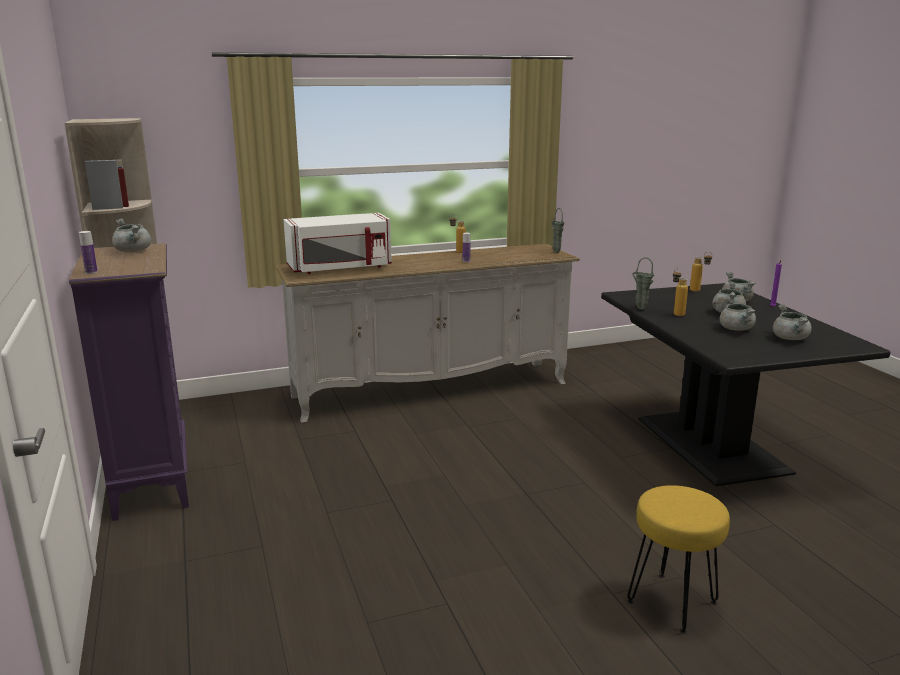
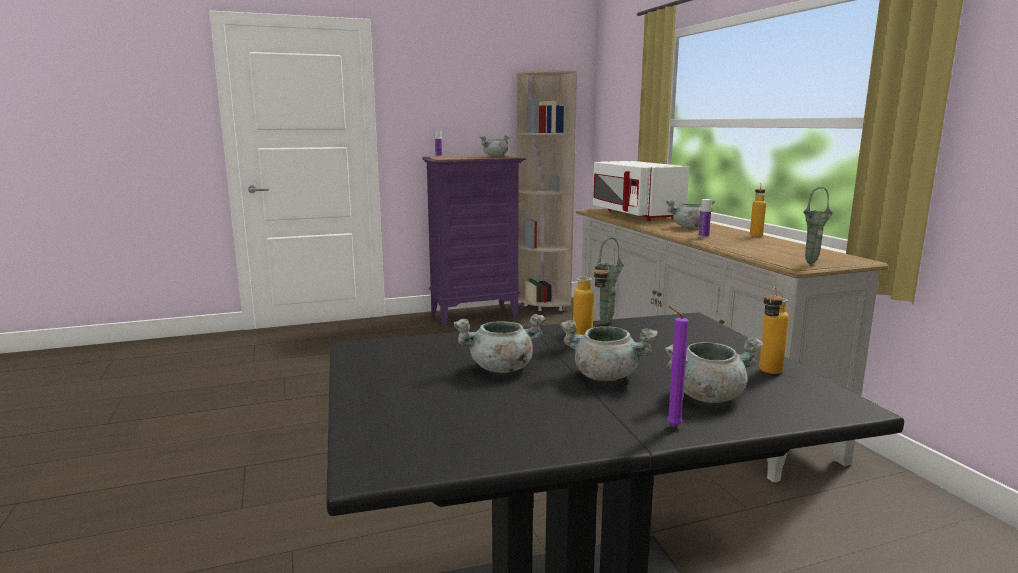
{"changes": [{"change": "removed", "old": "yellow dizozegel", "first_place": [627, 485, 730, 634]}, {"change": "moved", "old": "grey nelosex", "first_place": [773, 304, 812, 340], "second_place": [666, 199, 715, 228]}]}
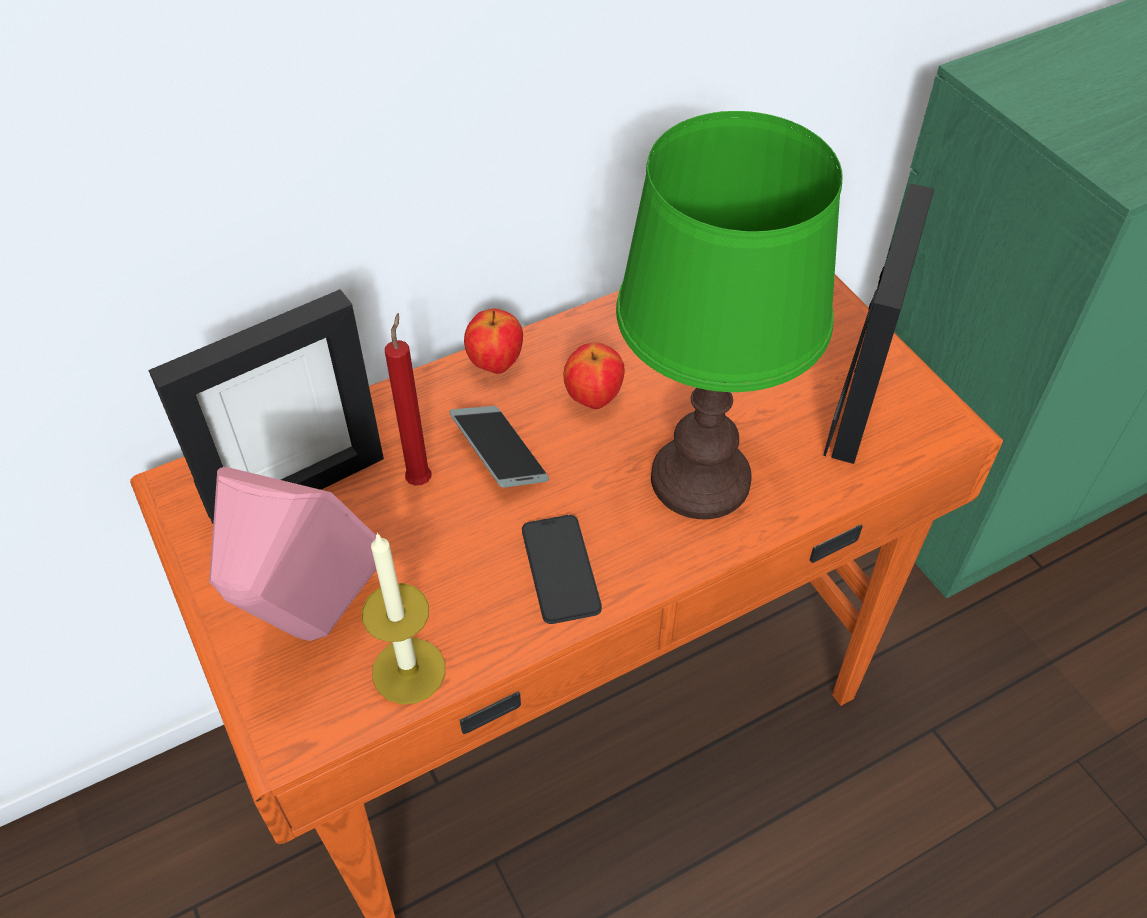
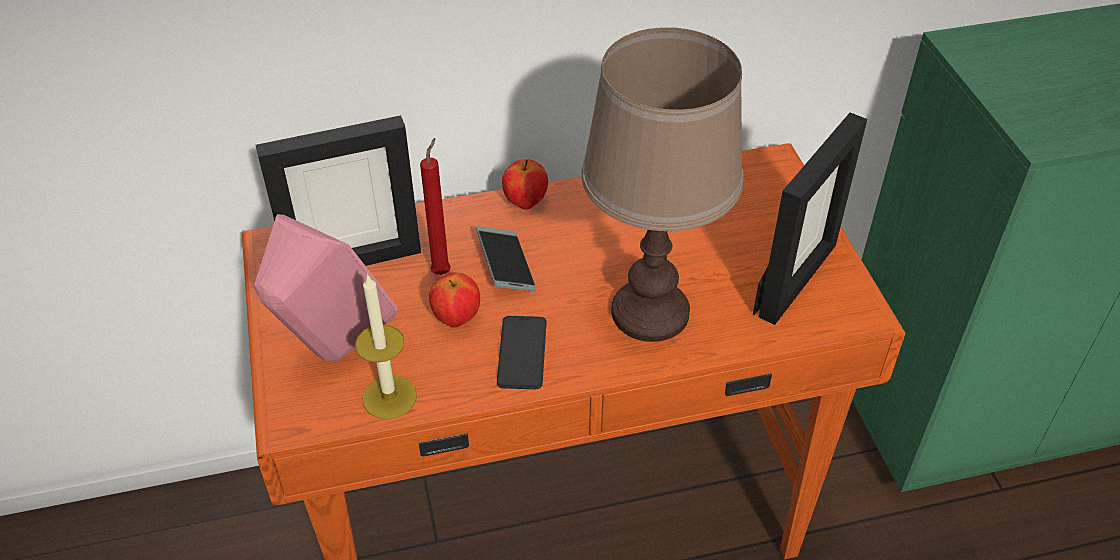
{"changes": [{"change": "moved", "old": "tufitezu", "first_place": [563, 343, 625, 409], "second_place": [429, 273, 480, 327]}, {"change": "recoloured", "old": "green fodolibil", "new": "brown fodolibil", "first_place": [616, 111, 843, 519], "second_place": [581, 27, 744, 342]}]}
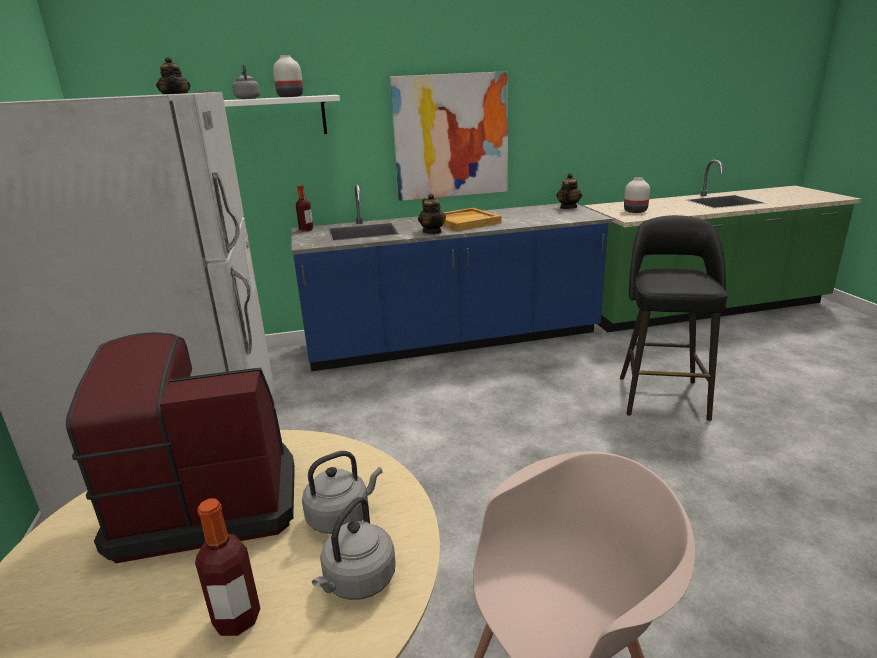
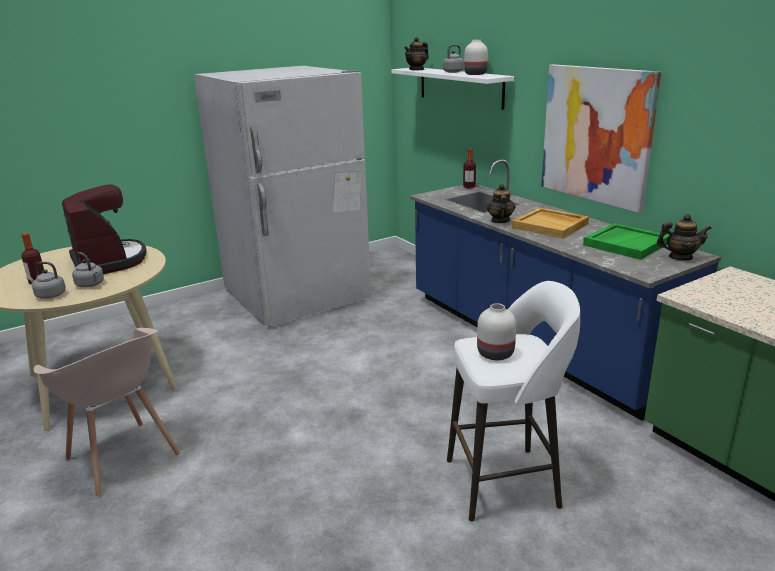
{"changes": [{"change": "added", "new": "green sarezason", "second_place": [583, 223, 669, 260]}, {"change": "moved", "old": "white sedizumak", "first_place": [624, 177, 650, 213], "second_place": [477, 303, 516, 360]}, {"change": "recoloured", "old": "black dizozegel", "new": "white dizozegel", "first_place": [620, 215, 727, 421], "second_place": [447, 281, 580, 521]}, {"change": "turned", "old": "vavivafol", "first_place": [418, 193, 446, 234], "second_place": [487, 184, 516, 223], "degrees": 135}]}
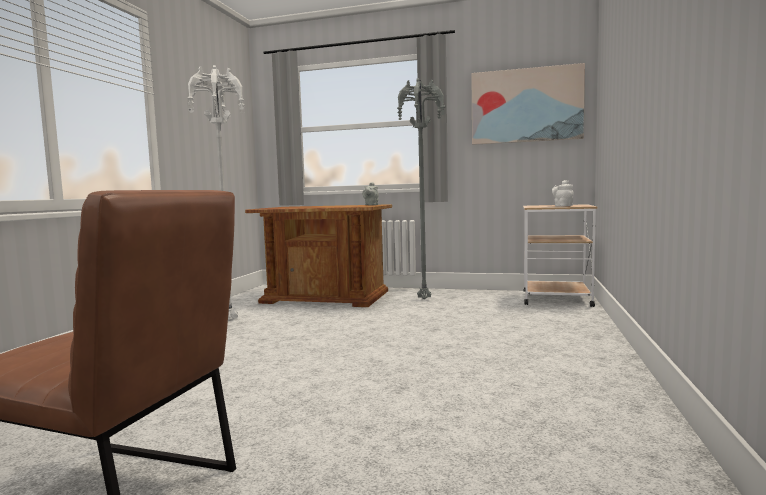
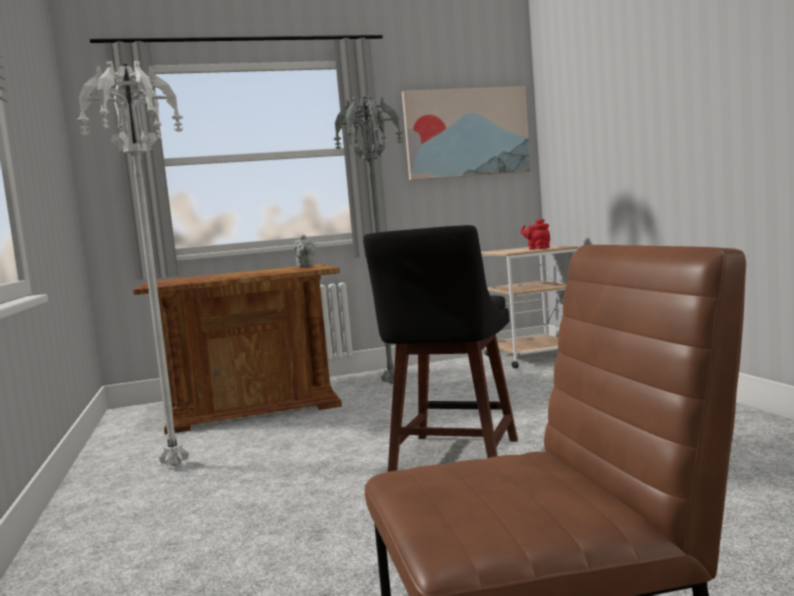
{"changes": [{"change": "added", "new": "black dizozegel", "second_place": [363, 225, 518, 472]}, {"change": "recoloured", "old": "white vavivafol", "new": "red vavivafol", "first_place": [552, 180, 574, 207], "second_place": [521, 219, 550, 250]}]}
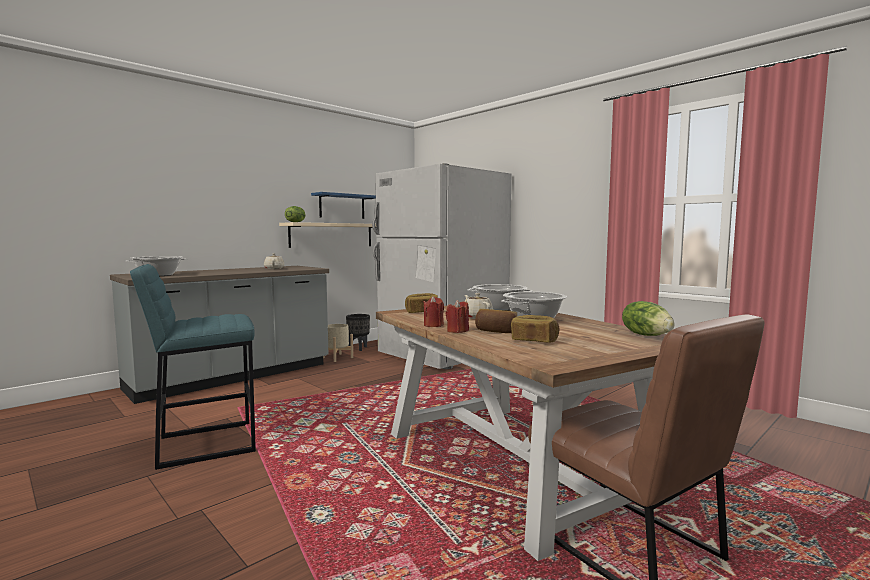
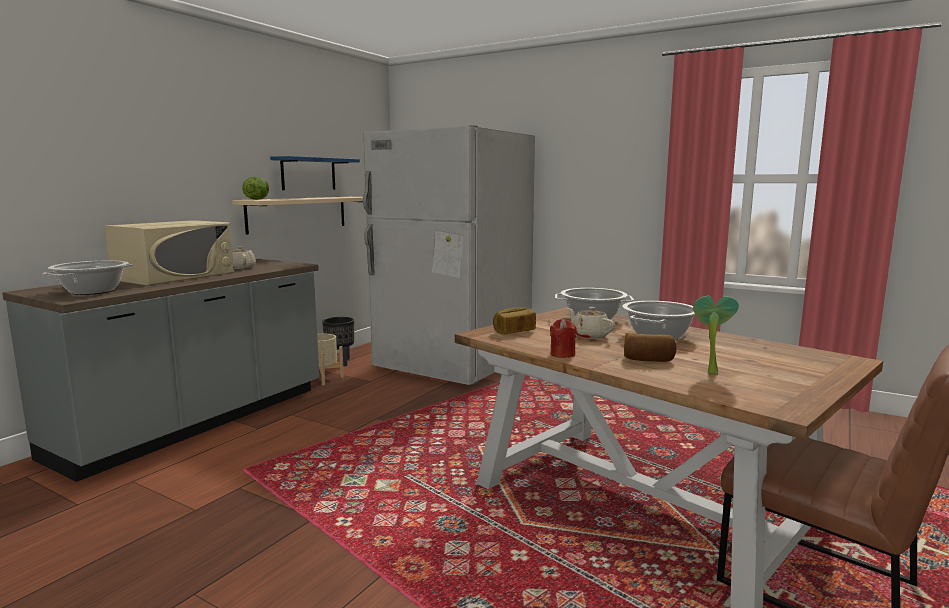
{"changes": [{"change": "removed", "old": "turquoise dizozegel", "first_place": [130, 264, 256, 470]}, {"change": "removed", "old": "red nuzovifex", "first_place": [446, 300, 469, 333]}, {"change": "removed", "old": "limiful", "first_place": [622, 301, 675, 336]}, {"change": "added", "new": "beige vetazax", "second_place": [105, 220, 234, 285]}, {"change": "replaced", "old": "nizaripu", "new": "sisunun", "first_place": [511, 315, 559, 343], "second_place": [693, 296, 739, 375]}]}
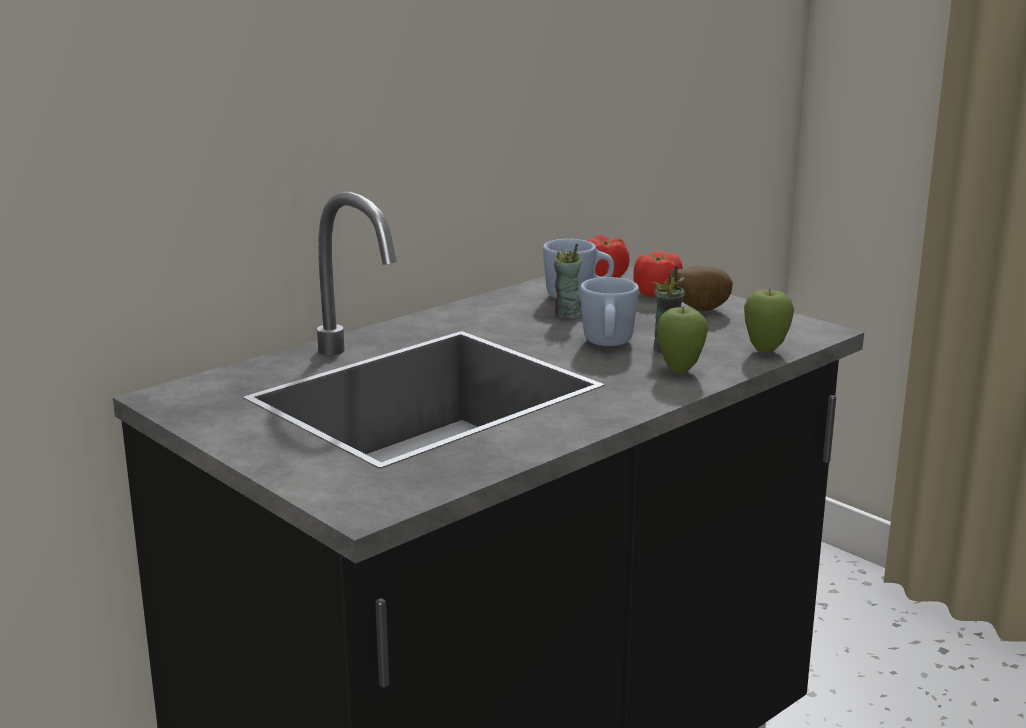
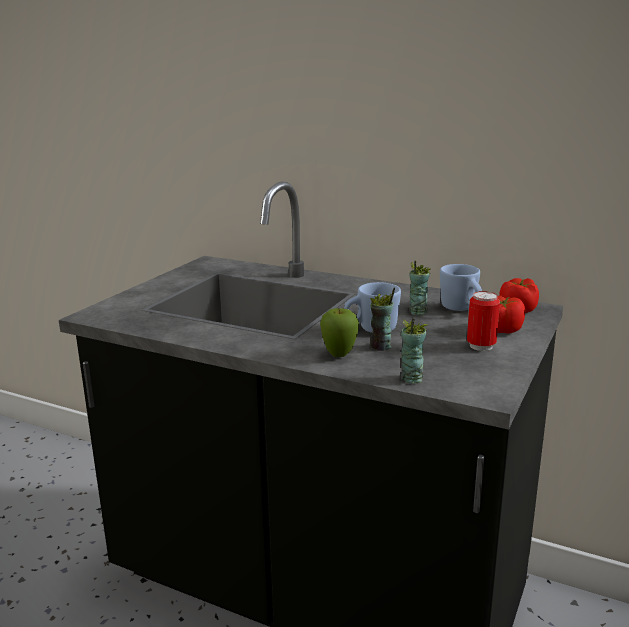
{"changes": [{"change": "replaced", "old": "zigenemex", "new": "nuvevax", "first_place": [669, 266, 733, 311], "second_place": [467, 291, 500, 351]}, {"change": "replaced", "old": "tufitezu", "new": "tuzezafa", "first_place": [744, 289, 794, 352], "second_place": [401, 318, 429, 384]}]}
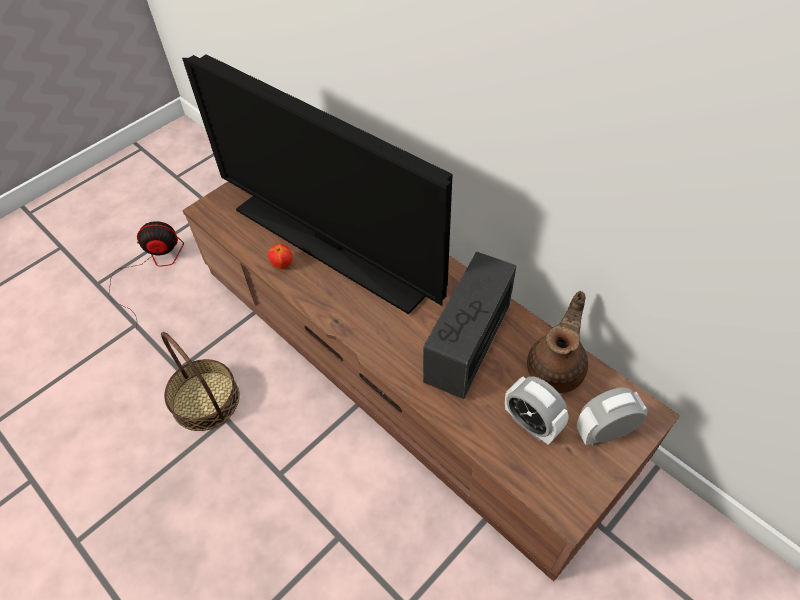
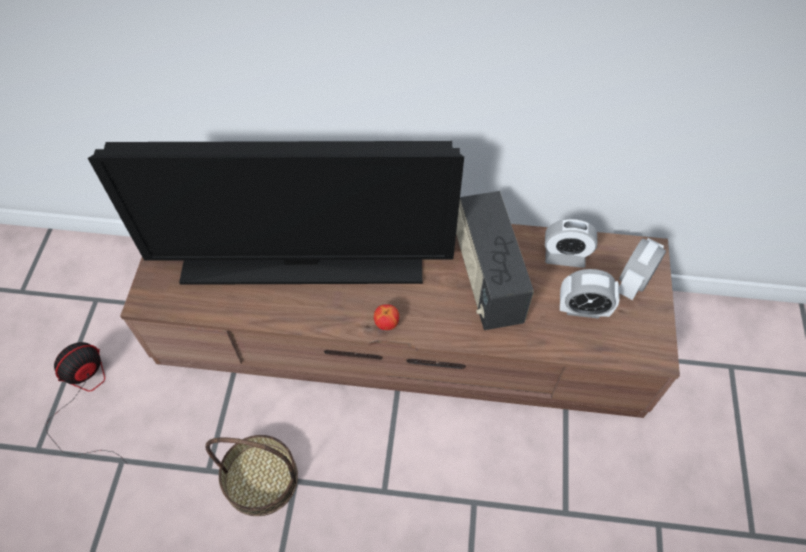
{"changes": [{"change": "moved", "old": "tufitezu", "first_place": [268, 244, 292, 269], "second_place": [374, 304, 399, 330]}, {"change": "replaced", "old": "brown vavivafol", "new": "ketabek", "first_place": [527, 291, 588, 393], "second_place": [545, 219, 597, 268]}]}
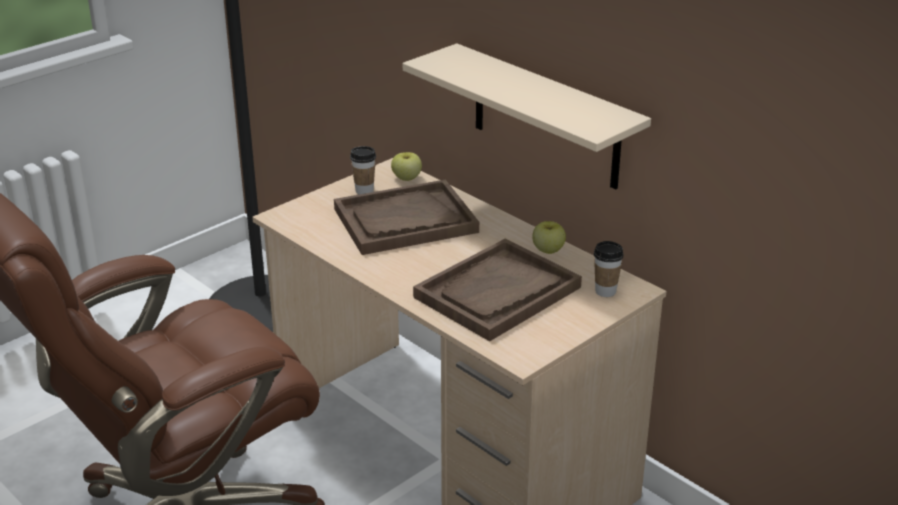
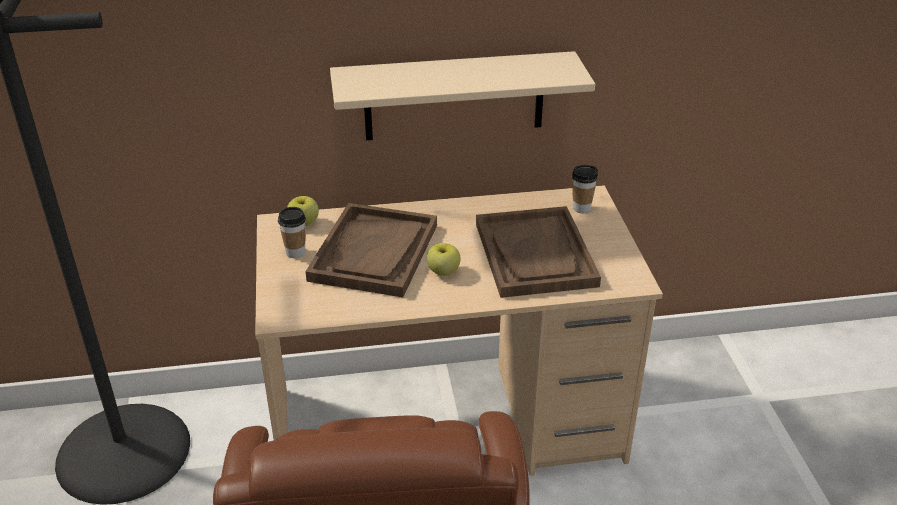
{"changes": [{"change": "moved", "old": "tufitezu", "first_place": [532, 221, 566, 254], "second_place": [427, 243, 460, 276]}]}
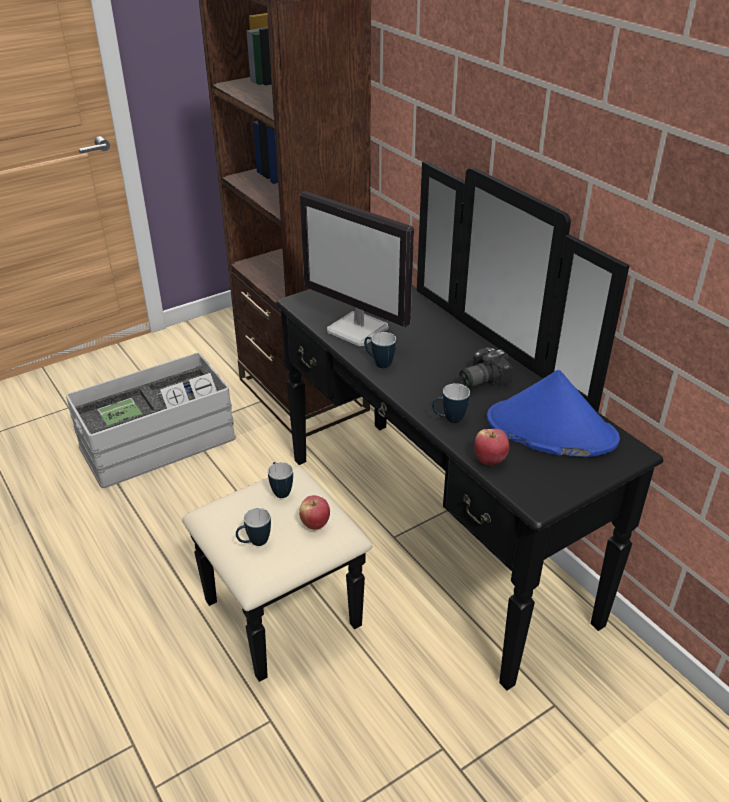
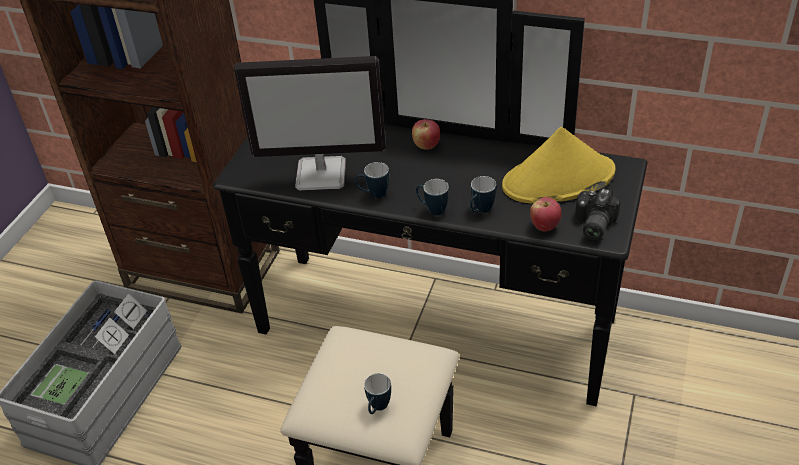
{"changes": [{"change": "moved", "old": "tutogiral", "first_place": [268, 462, 293, 498], "second_place": [416, 179, 449, 215]}, {"change": "moved", "old": "tufitezu", "first_place": [299, 495, 330, 530], "second_place": [412, 119, 440, 150]}, {"change": "moved", "old": "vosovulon", "first_place": [459, 347, 513, 388], "second_place": [575, 188, 621, 240]}, {"change": "recoloured", "old": "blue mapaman", "new": "yellow mapaman", "first_place": [487, 370, 620, 457], "second_place": [502, 127, 616, 204]}]}
